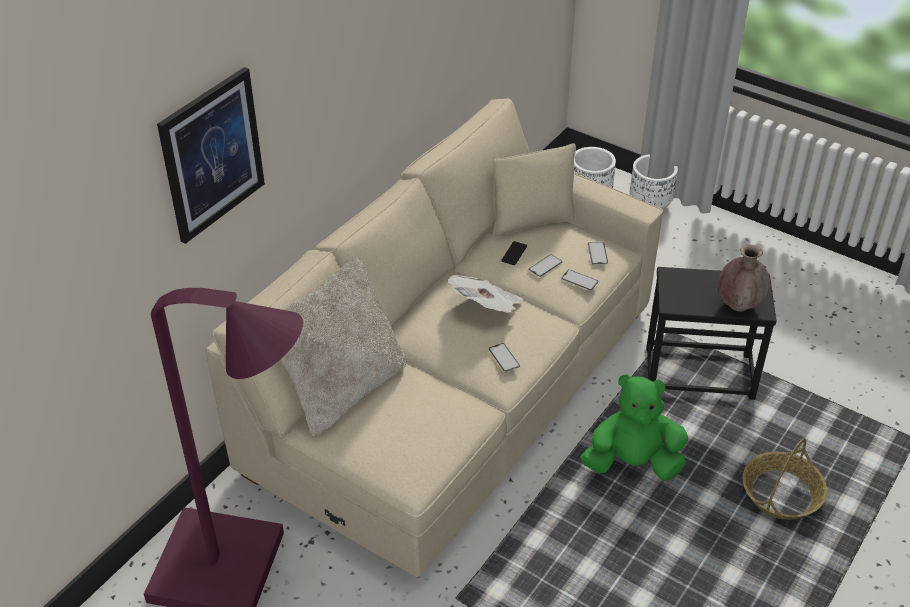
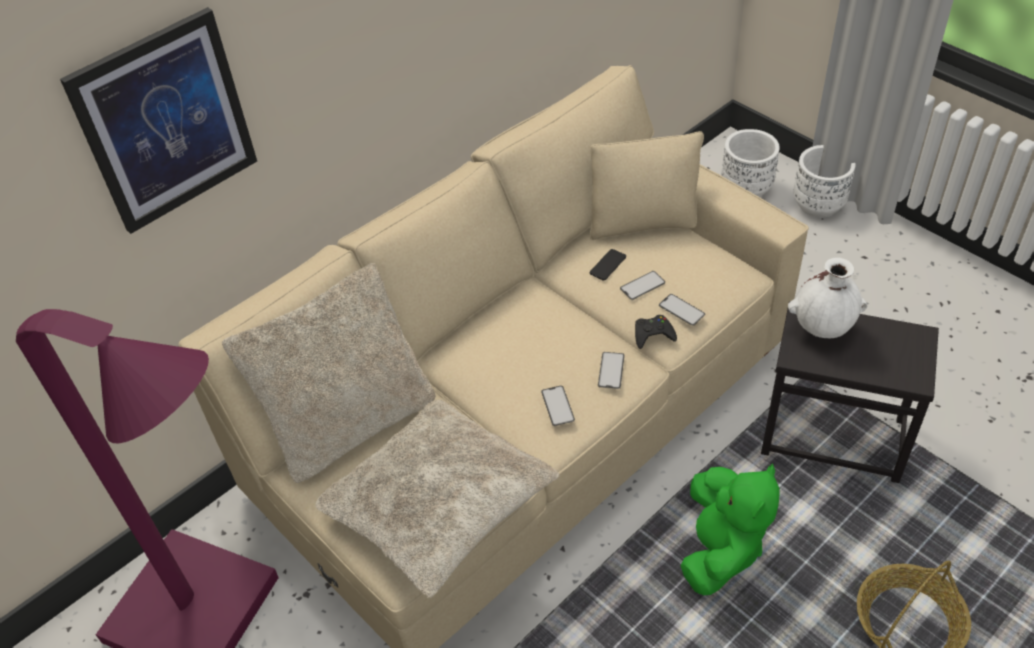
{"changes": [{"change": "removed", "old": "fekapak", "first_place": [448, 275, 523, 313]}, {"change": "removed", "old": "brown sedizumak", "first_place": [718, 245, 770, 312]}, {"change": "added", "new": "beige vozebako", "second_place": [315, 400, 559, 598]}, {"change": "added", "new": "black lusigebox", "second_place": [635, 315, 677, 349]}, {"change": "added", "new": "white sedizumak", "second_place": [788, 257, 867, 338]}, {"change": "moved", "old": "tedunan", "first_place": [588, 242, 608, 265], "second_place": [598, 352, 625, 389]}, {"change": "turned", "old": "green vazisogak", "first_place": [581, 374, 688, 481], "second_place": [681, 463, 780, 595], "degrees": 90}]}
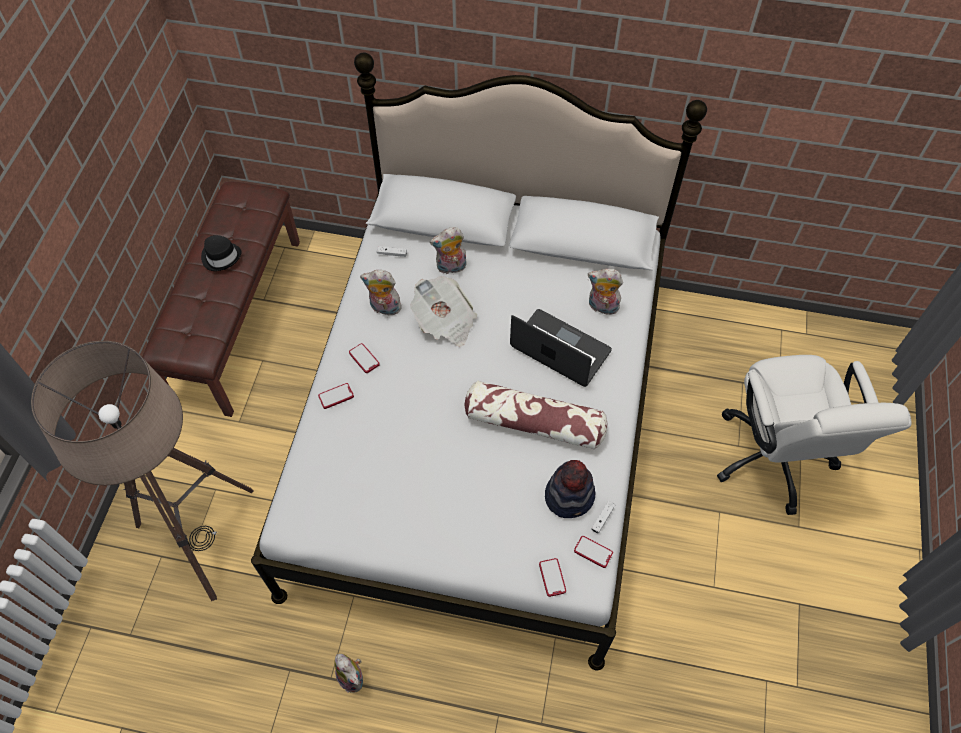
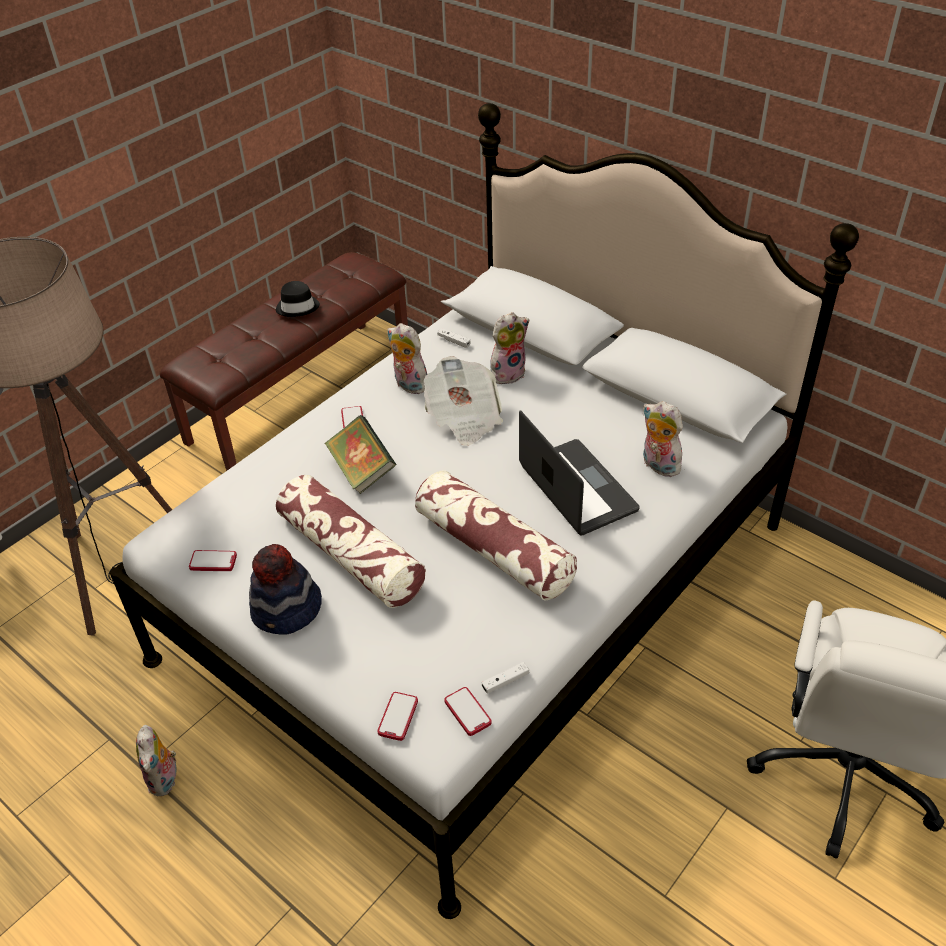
{"changes": [{"change": "added", "new": "vozebako", "second_place": [276, 475, 426, 608]}, {"change": "added", "new": "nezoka", "second_place": [325, 415, 396, 494]}, {"change": "moved", "old": "tedunan", "first_place": [318, 383, 354, 409], "second_place": [189, 550, 237, 571]}, {"change": "moved", "old": "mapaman", "first_place": [545, 460, 596, 518], "second_place": [249, 544, 322, 635]}, {"change": "turned", "old": "vazisogak", "first_place": [430, 227, 467, 274], "second_place": [490, 312, 529, 384], "degrees": 135}]}
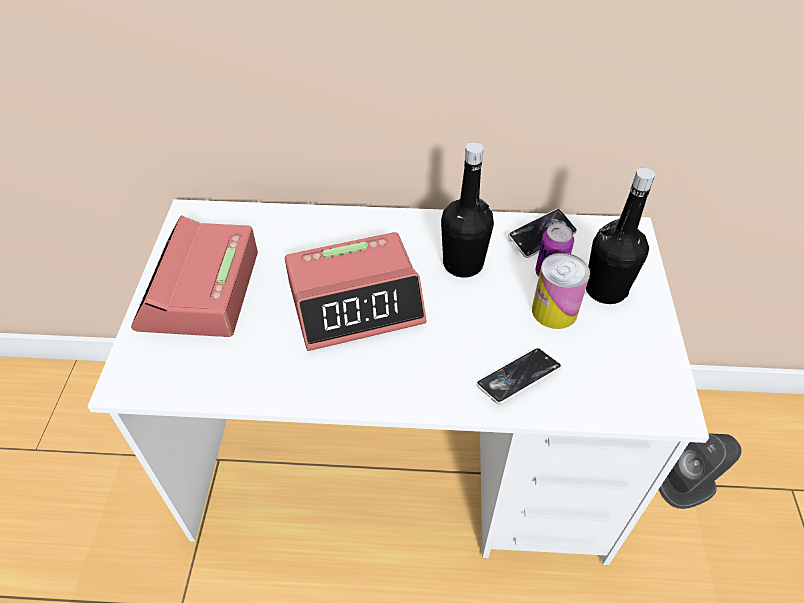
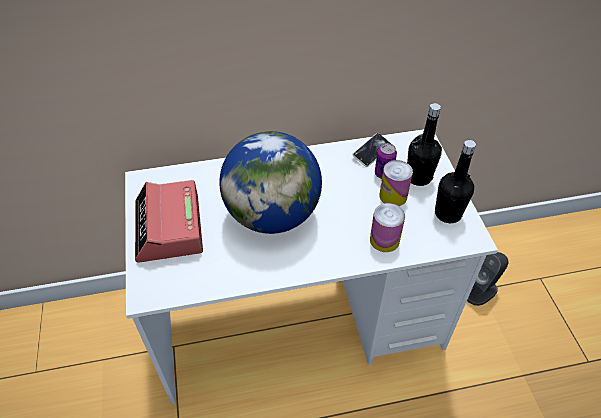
{"changes": [{"change": "moved", "old": "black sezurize", "first_place": [441, 142, 494, 278], "second_place": [435, 140, 476, 223]}, {"change": "replaced", "old": "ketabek", "new": "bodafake", "first_place": [285, 232, 426, 351], "second_place": [219, 131, 322, 234]}, {"change": "replaced", "old": "tedunan", "new": "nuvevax", "first_place": [476, 348, 562, 405], "second_place": [370, 203, 405, 252]}]}
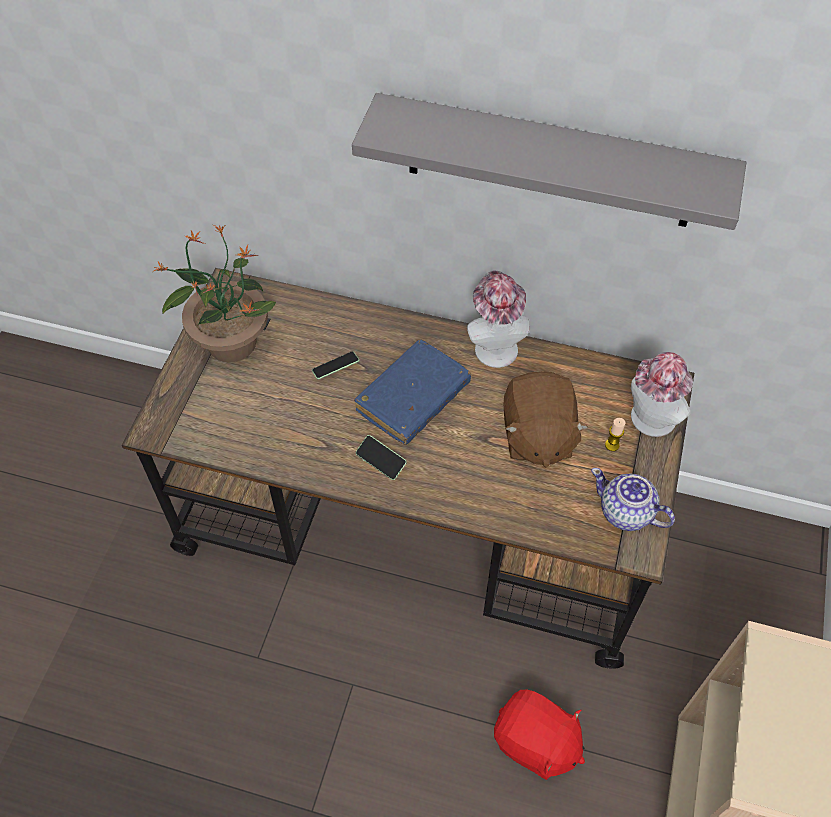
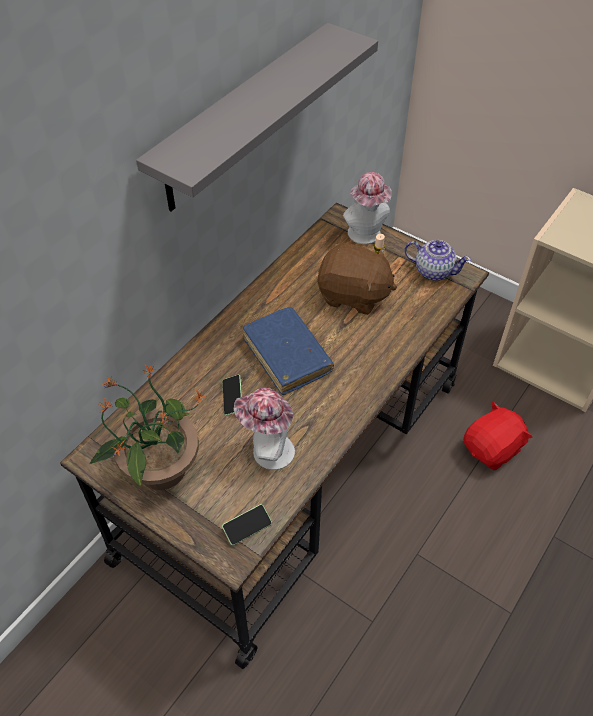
{"changes": [{"change": "moved", "old": "tedunan", "first_place": [356, 435, 407, 480], "second_place": [222, 504, 272, 545]}, {"change": "moved", "old": "mapaman", "first_place": [467, 270, 530, 368], "second_place": [234, 388, 295, 470]}, {"change": "turned", "old": "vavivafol", "first_place": [591, 468, 675, 531], "second_place": [404, 240, 471, 281], "degrees": -120}]}
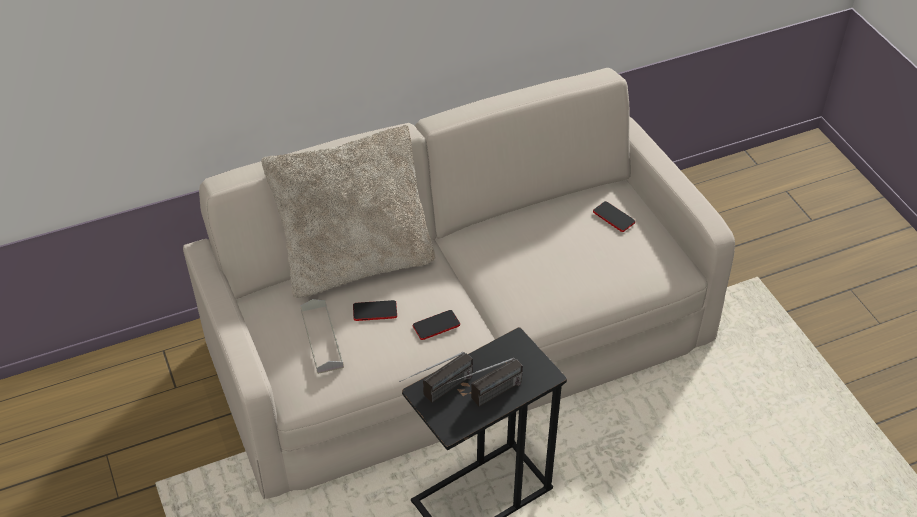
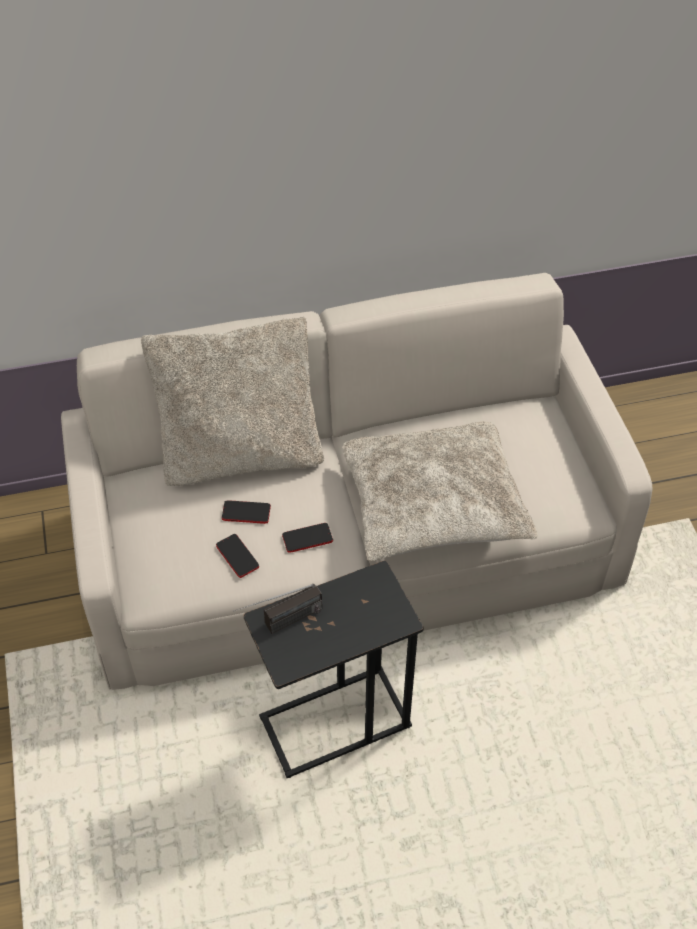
{"changes": [{"change": "removed", "old": "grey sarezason", "first_place": [300, 299, 344, 374]}, {"change": "removed", "old": "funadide", "first_place": [447, 358, 523, 407]}, {"change": "added", "new": "beige vozebako", "second_place": [342, 421, 538, 561]}, {"change": "moved", "old": "tedunan", "first_place": [593, 201, 635, 232], "second_place": [216, 534, 259, 578]}]}
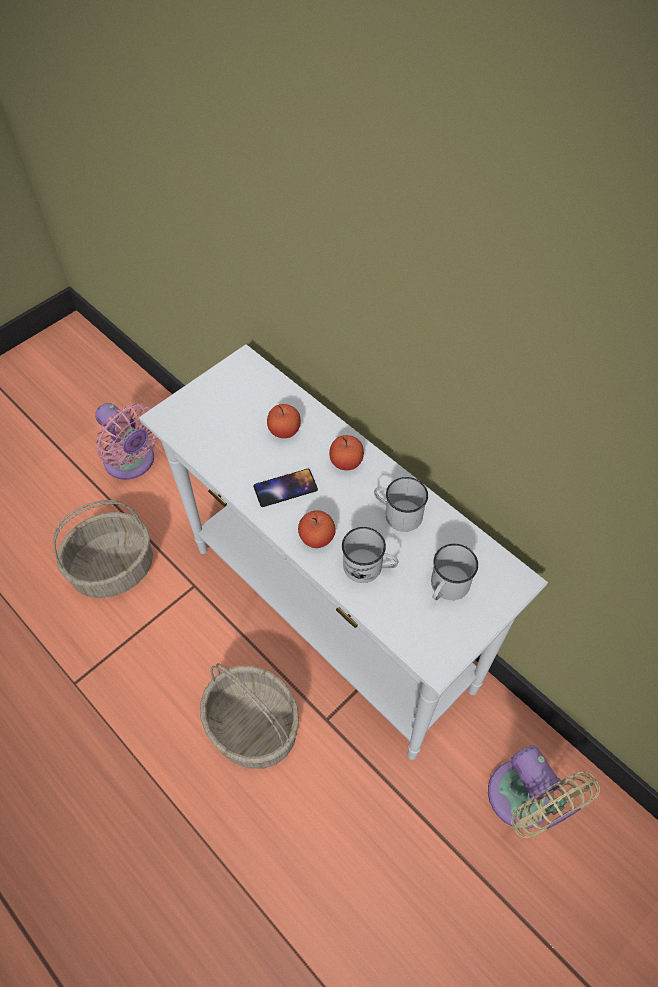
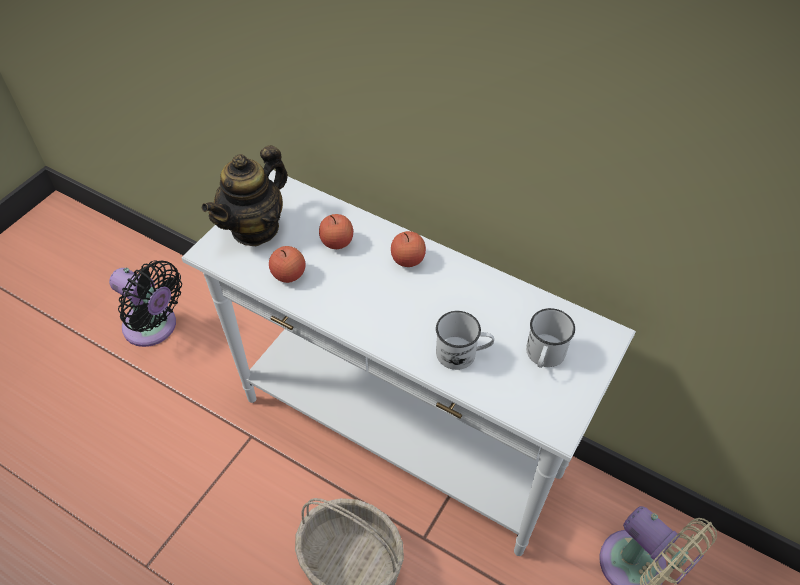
{"changes": [{"change": "removed", "old": "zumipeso", "first_place": [53, 500, 153, 598]}, {"change": "removed", "old": "tedunan", "first_place": [253, 469, 318, 507]}, {"change": "removed", "old": "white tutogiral", "first_place": [374, 477, 428, 532]}, {"change": "added", "new": "vavivafol", "second_place": [202, 145, 288, 246]}, {"change": "moved", "old": "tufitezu", "first_place": [298, 510, 336, 548], "second_place": [269, 246, 306, 283]}, {"change": "recoloured", "old": "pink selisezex", "new": "black selisezex", "first_place": [95, 403, 158, 480], "second_place": [109, 260, 182, 347]}]}
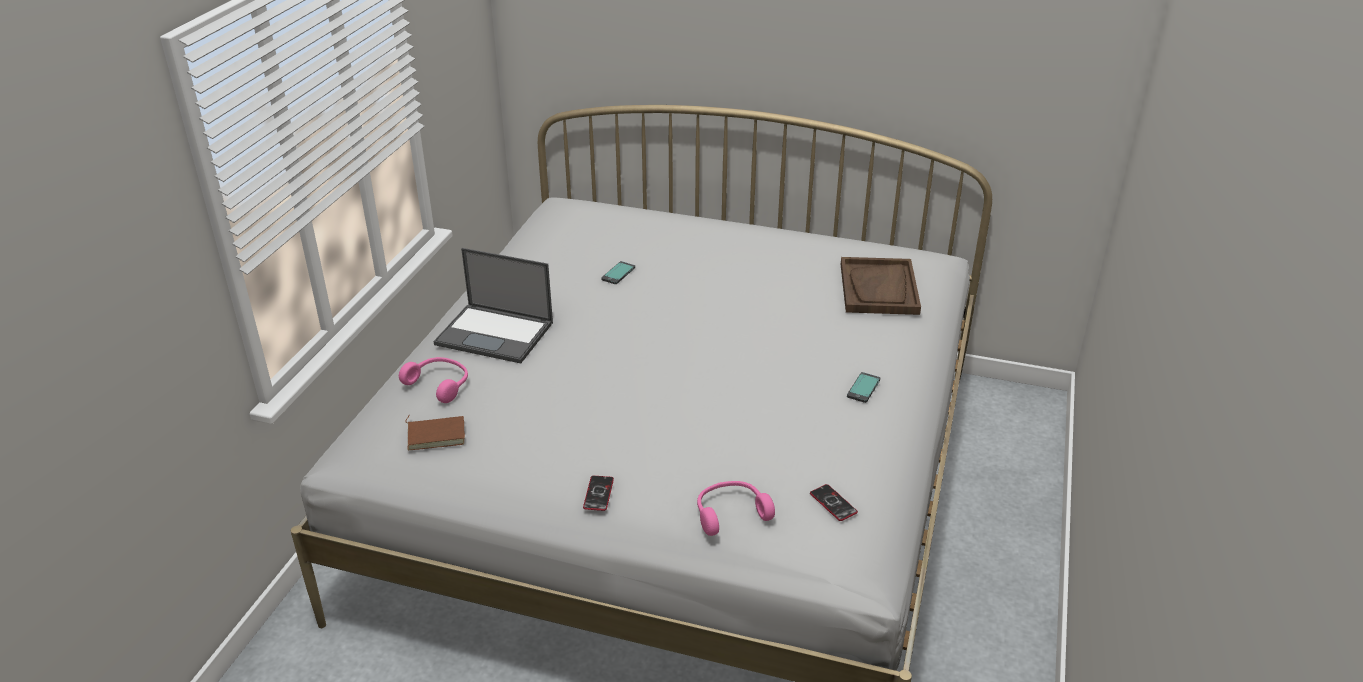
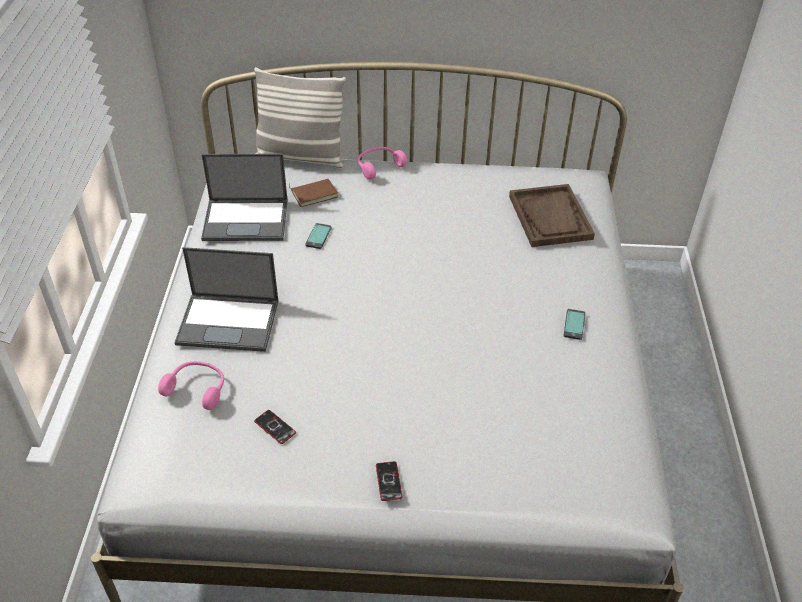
{"changes": [{"change": "added", "new": "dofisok", "second_place": [201, 154, 288, 241]}, {"change": "added", "new": "vozebako", "second_place": [254, 67, 346, 168]}, {"change": "moved", "old": "brown nezoka", "first_place": [405, 415, 465, 450], "second_place": [289, 179, 338, 207]}, {"change": "moved", "old": "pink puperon", "first_place": [697, 481, 775, 536], "second_place": [357, 147, 407, 180]}, {"change": "moved", "old": "tedunan", "first_place": [810, 484, 858, 521], "second_place": [254, 410, 296, 444]}]}
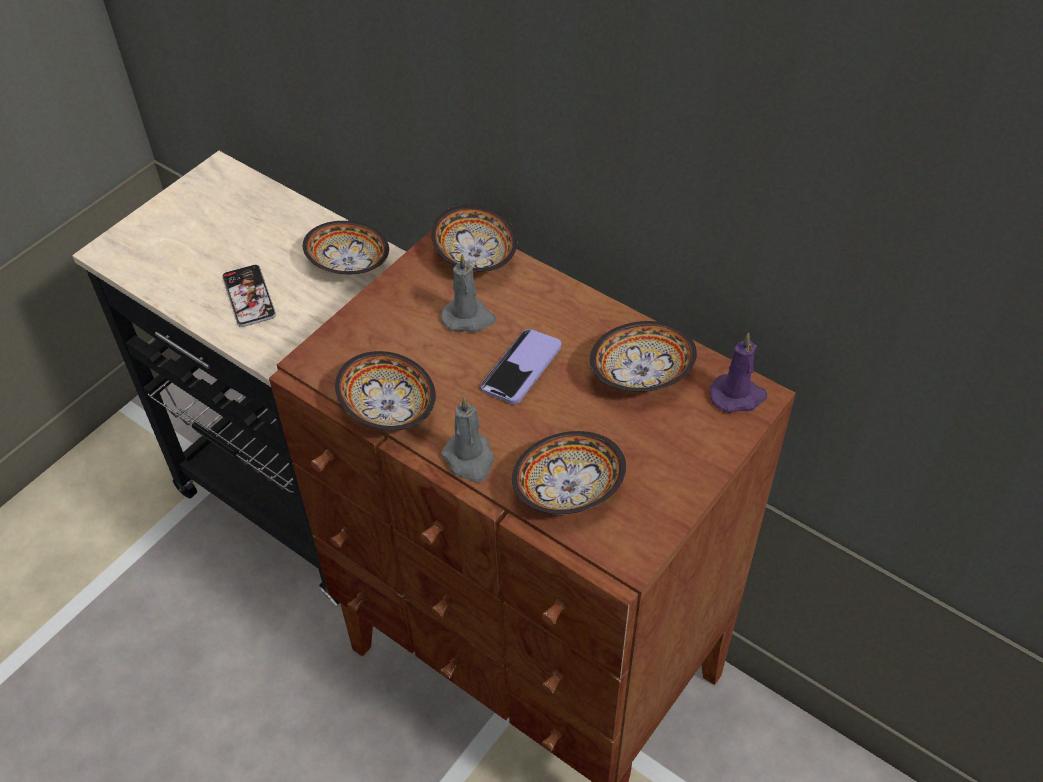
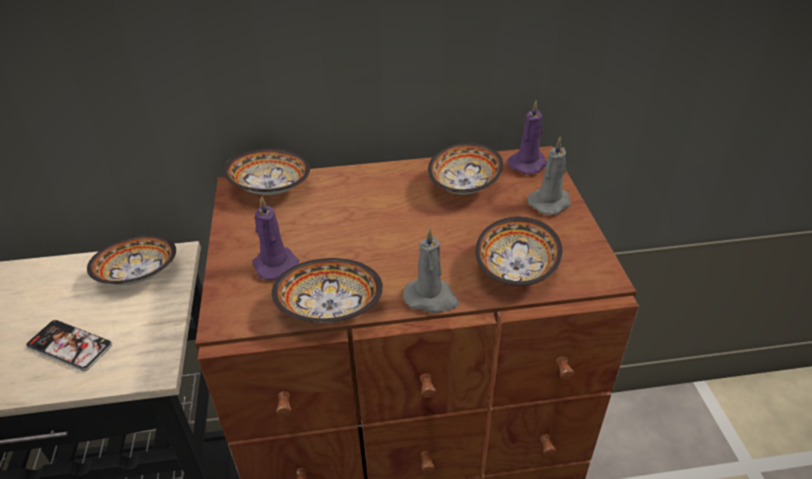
{"changes": [{"change": "removed", "old": "tedunan", "first_place": [481, 329, 562, 404]}, {"change": "added", "new": "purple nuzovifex", "second_place": [253, 196, 299, 280]}, {"change": "moved", "old": "grey nuzovifex", "first_place": [441, 254, 496, 332], "second_place": [527, 137, 571, 215]}]}
